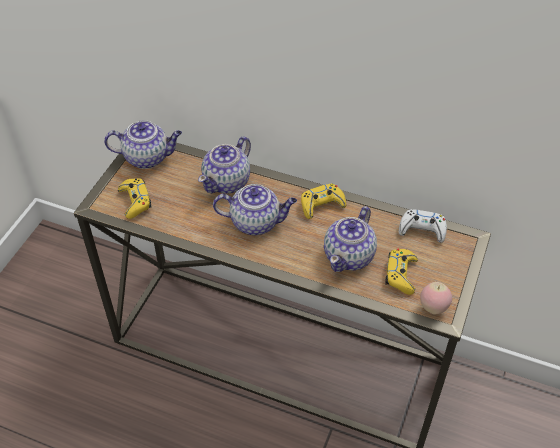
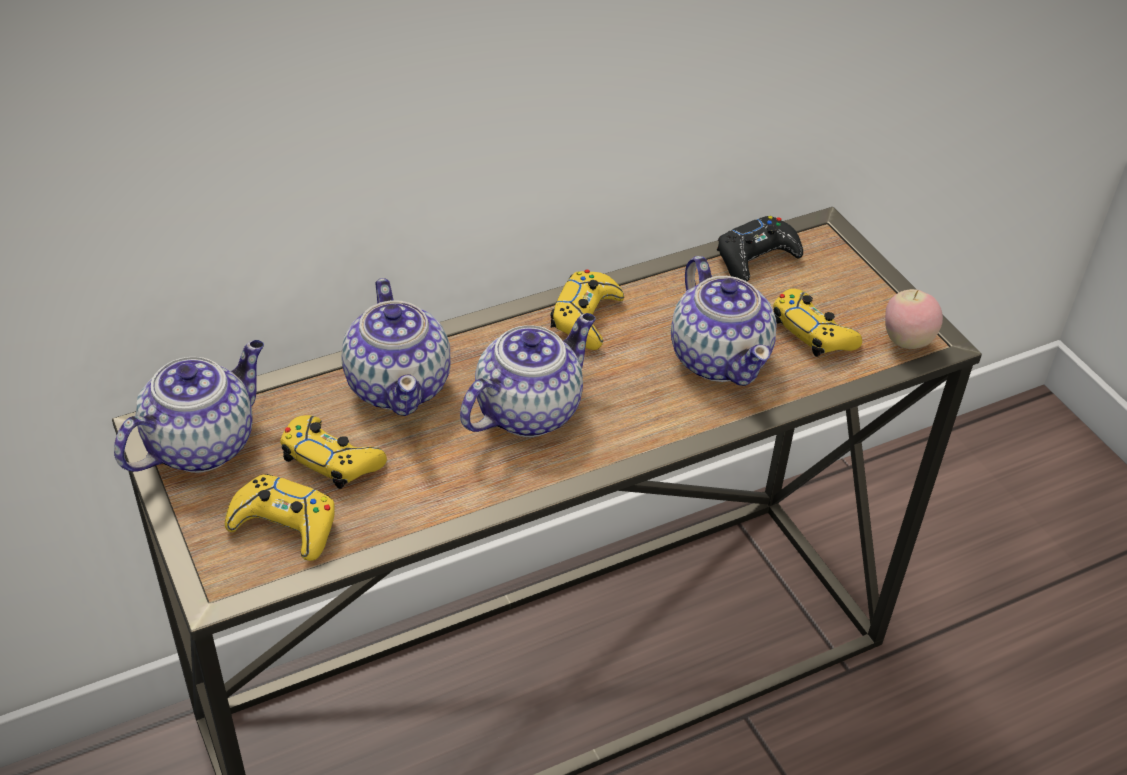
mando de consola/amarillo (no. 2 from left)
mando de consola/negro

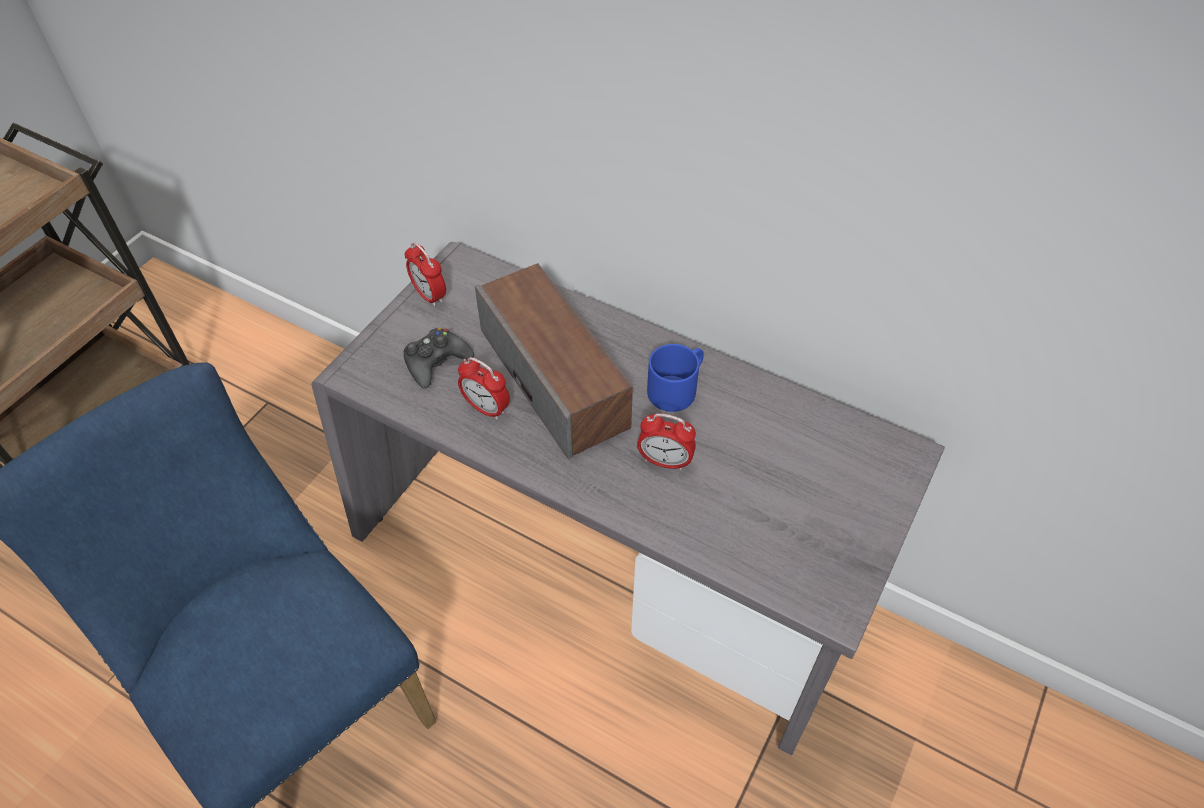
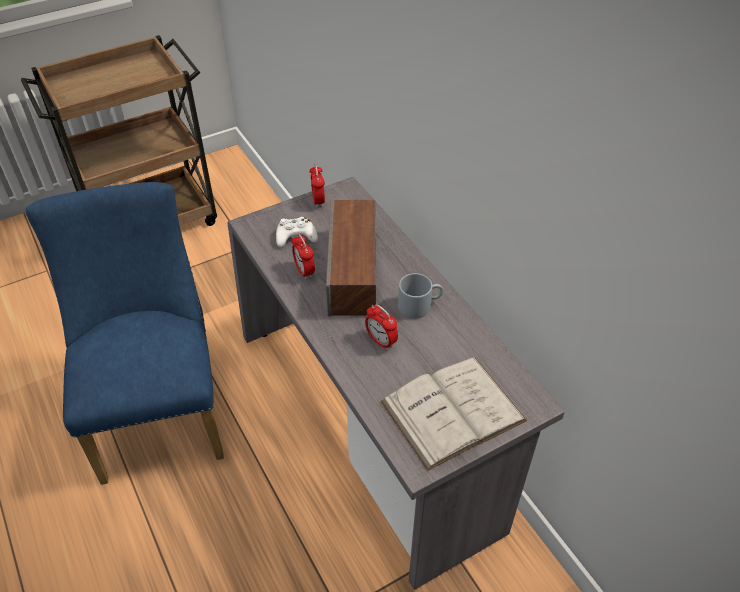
mando de consola/blanco
libro/blanco
taza grande/gris

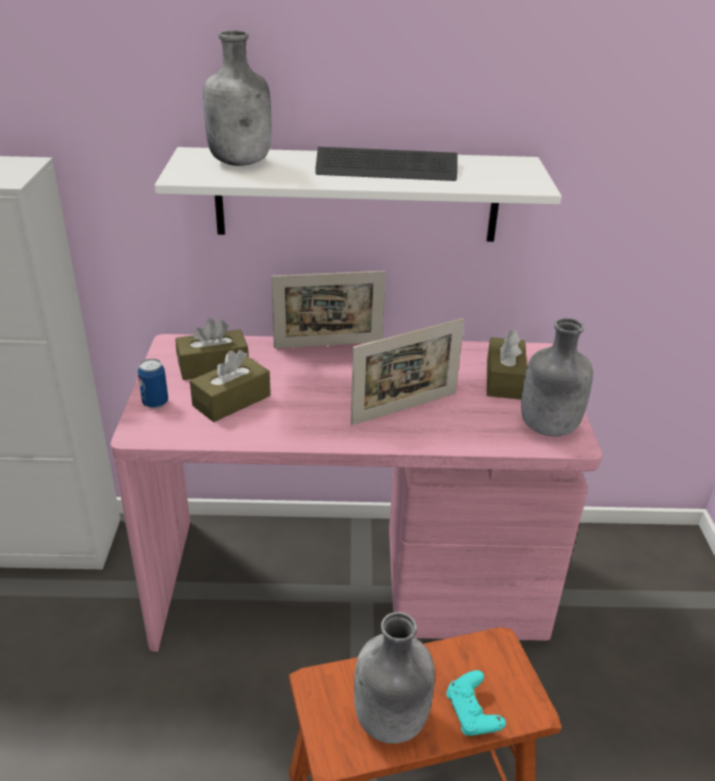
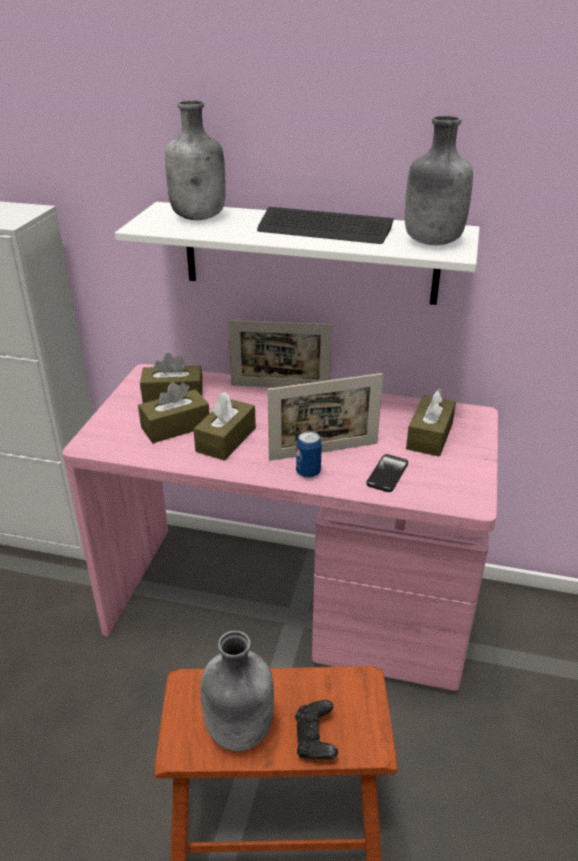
caja de pañuelos/marrón (no. 3 from left)
mando de consola/negro
lata
móvil
botella/gris (no. 3 from left)

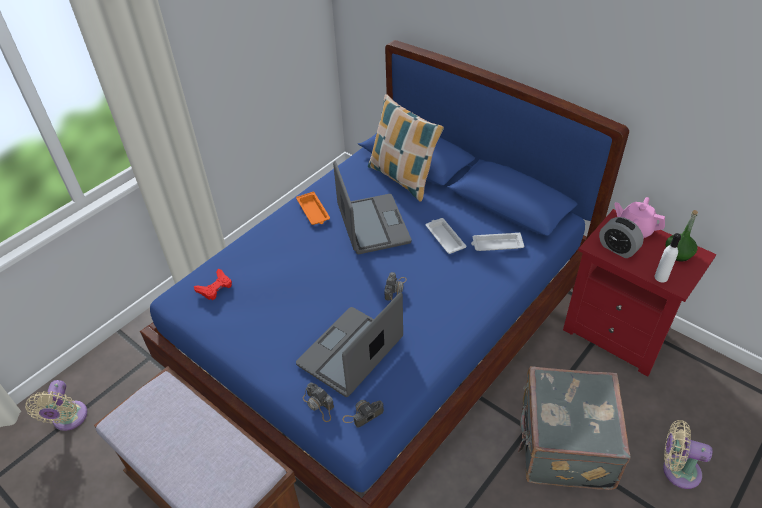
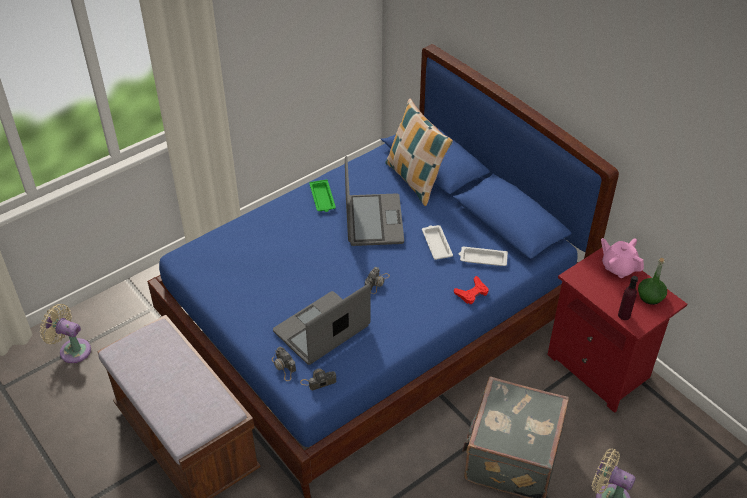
ventilador/beis (no. 1 from left)
bandeja/verde
mando de consola/rojo
botella/morado
despertador

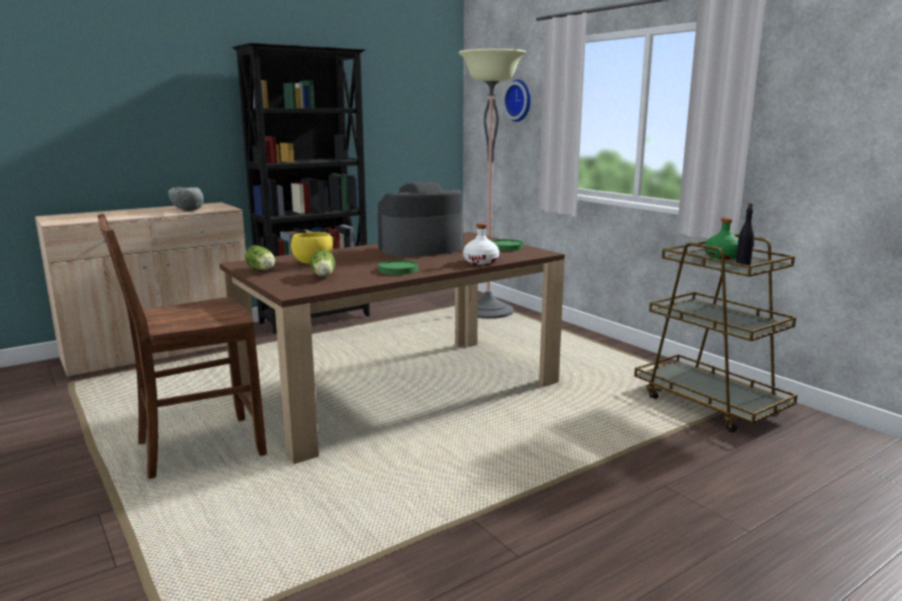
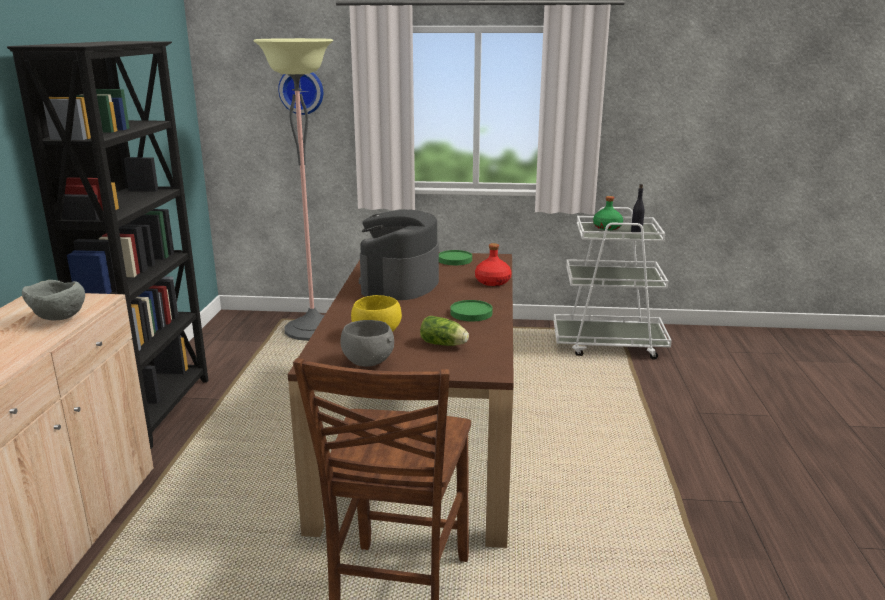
cuenco/gris (no. 2 from left)
botella/rojo
carrito/blanco

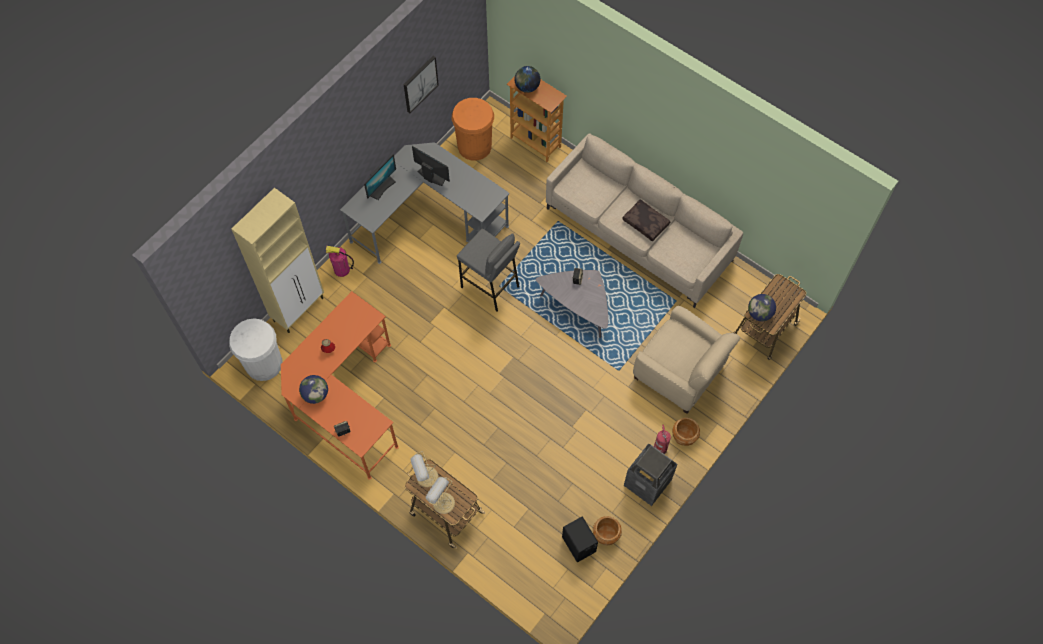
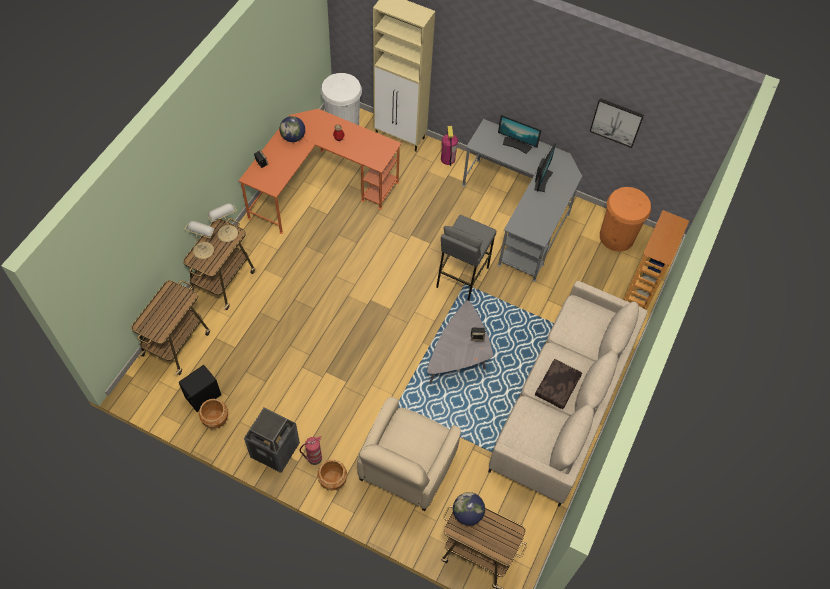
carrito (no. 1 from left)
globo terráqueo (no. 2 from left in the first image)

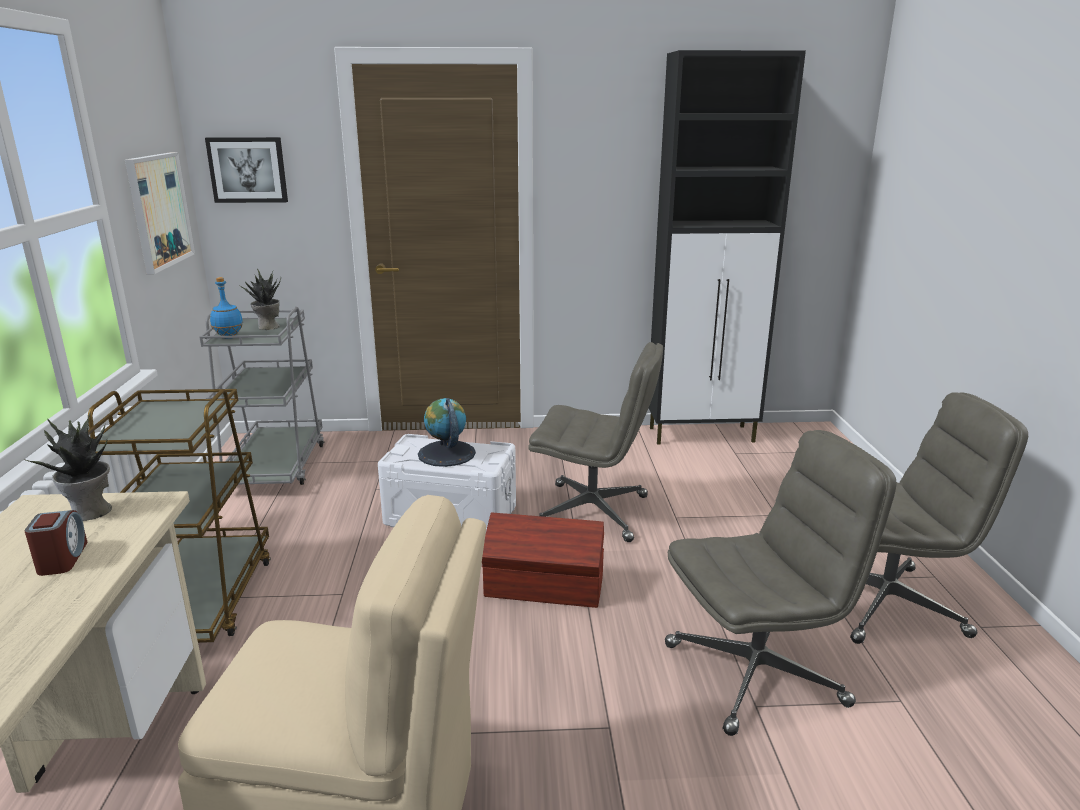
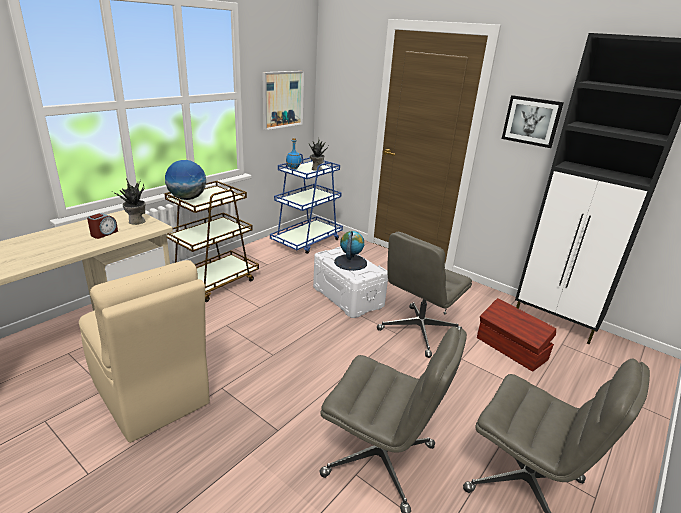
globo terráqueo (no. 1 from left)
carrito/azul
silla de oficina/gris (no. 2 from left)
caja de almacenaje/marrón
cuadro (no. 2 from left)

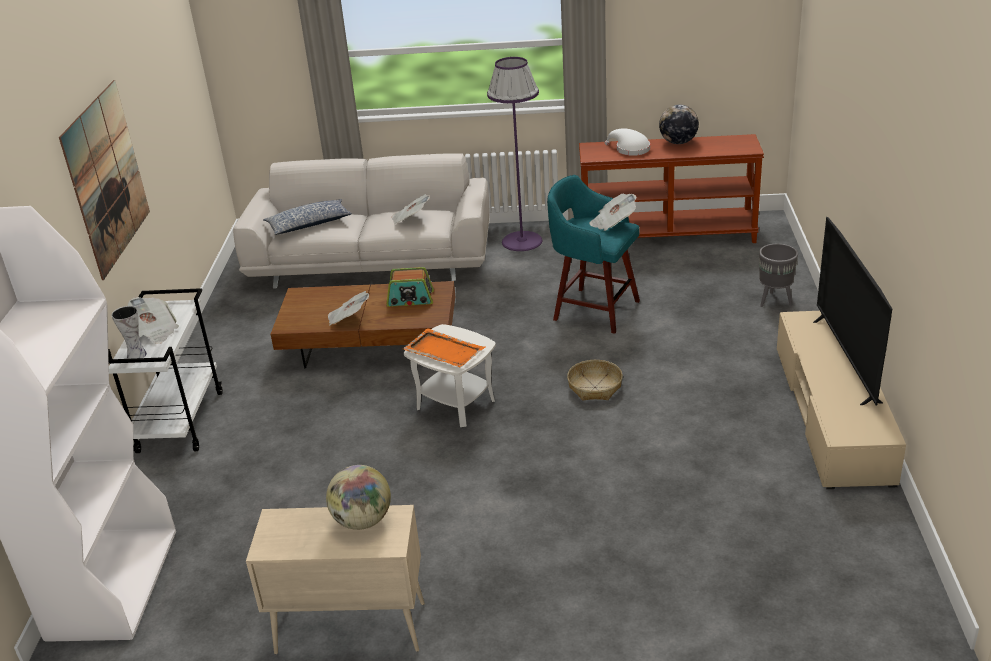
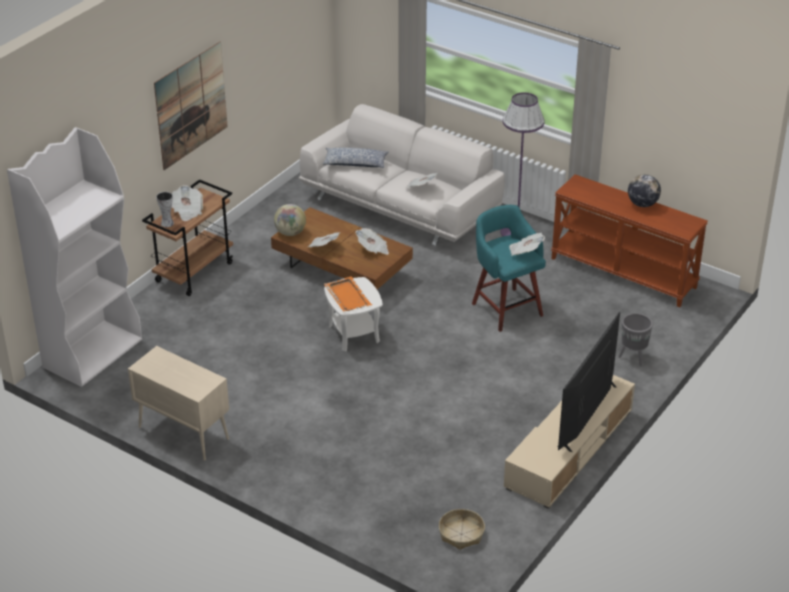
carrito/marrón
globo terráqueo (no. 1 from left)
periódico (no. 3 from left)
cesta
sombrero/blanco

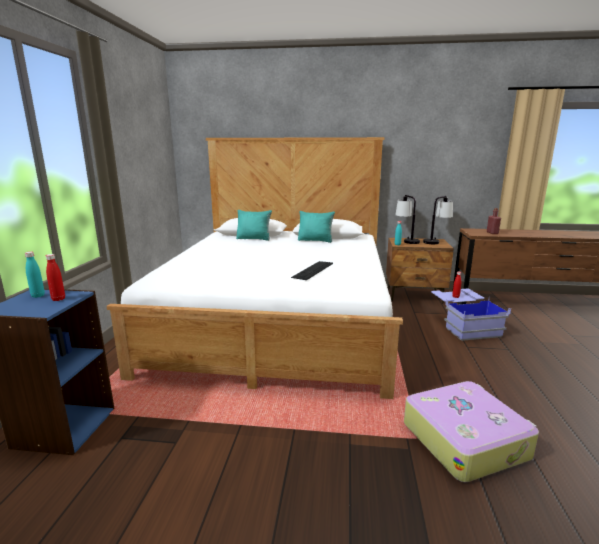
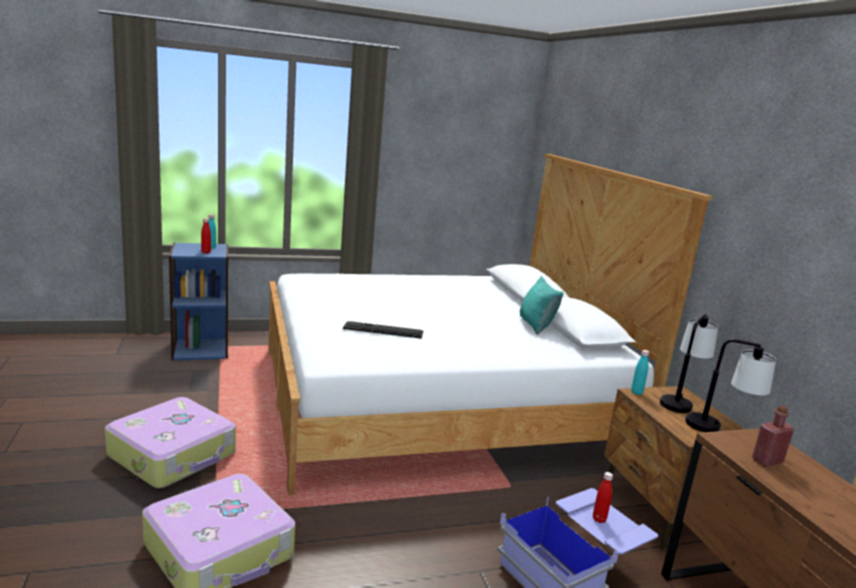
maleta (no. 1 from left)
cojín/turquesa (no. 1 from left in the first image)

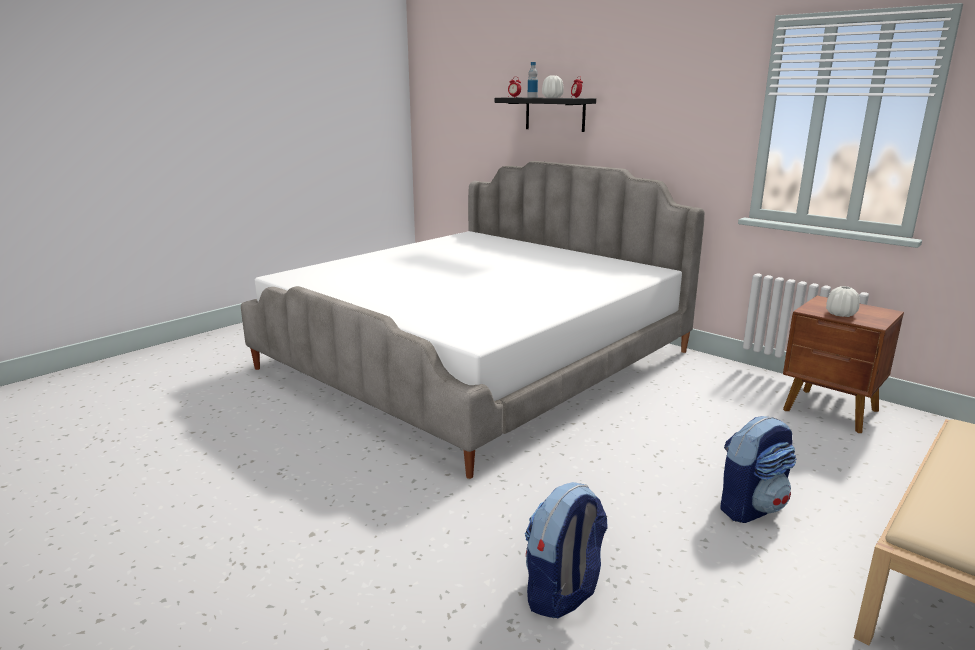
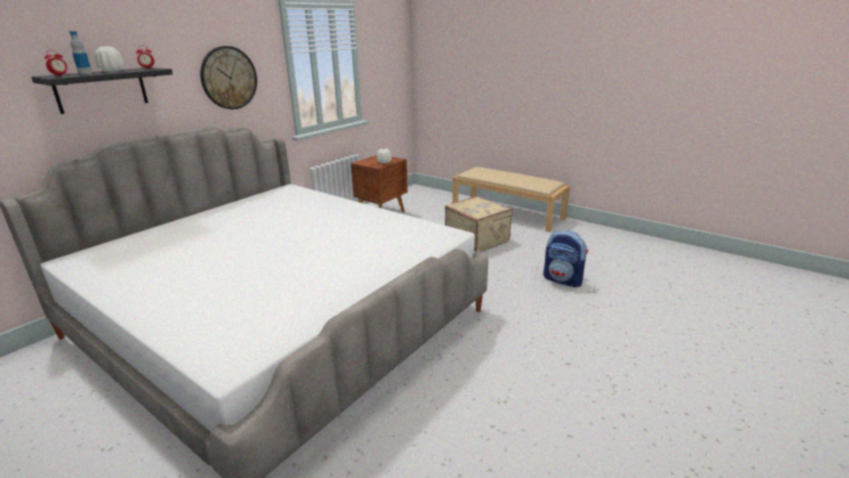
reloj de pared
maleta/beis

